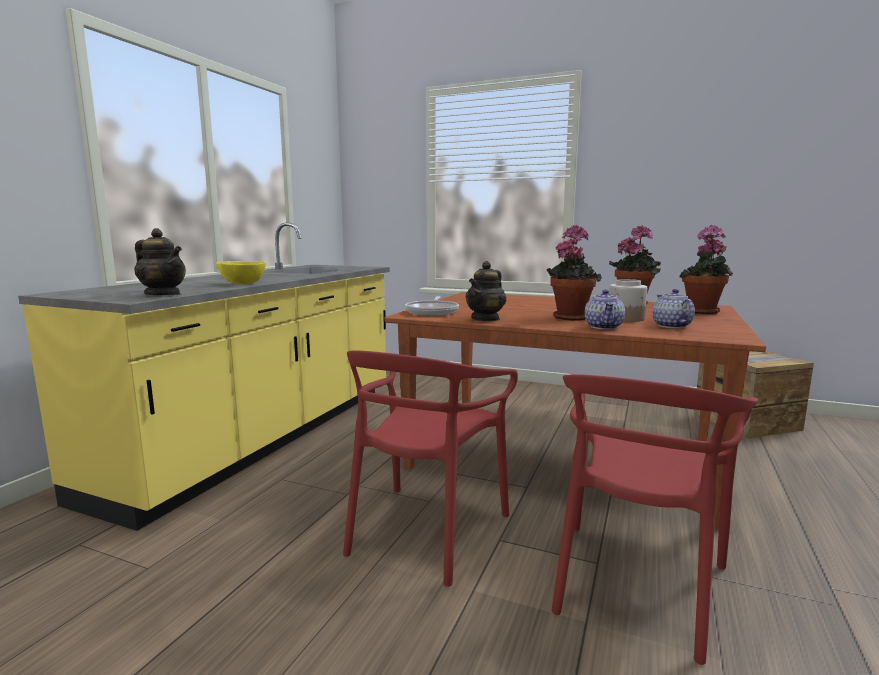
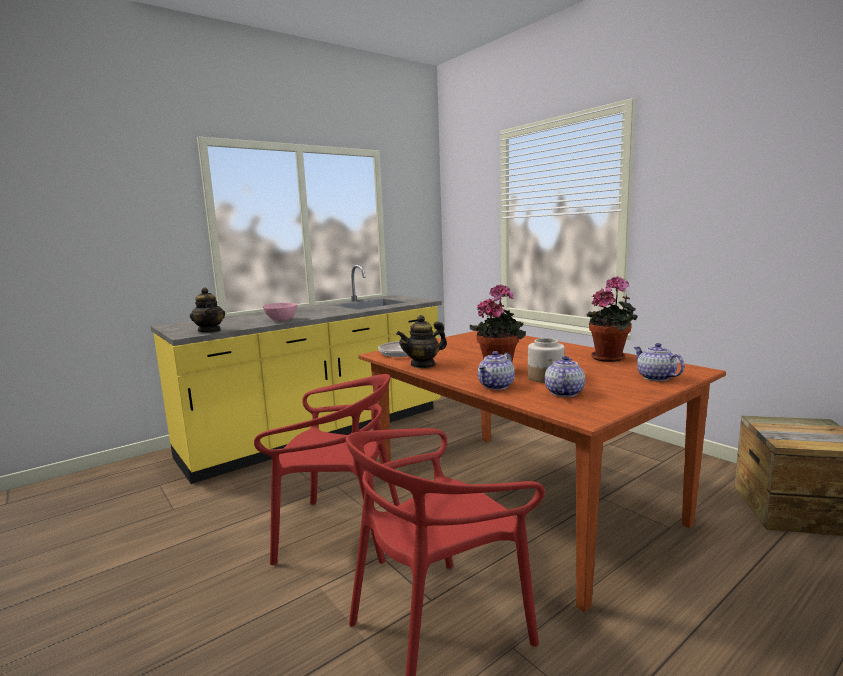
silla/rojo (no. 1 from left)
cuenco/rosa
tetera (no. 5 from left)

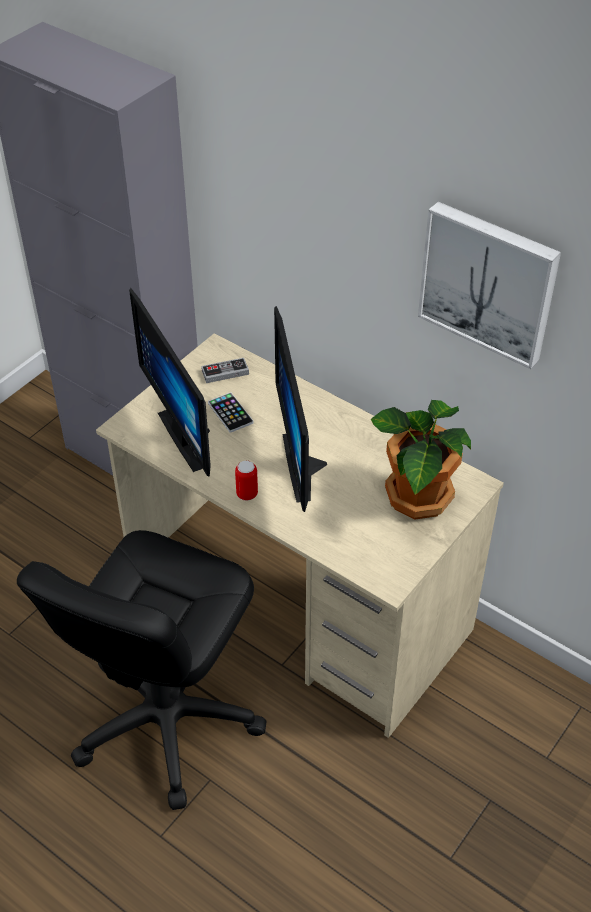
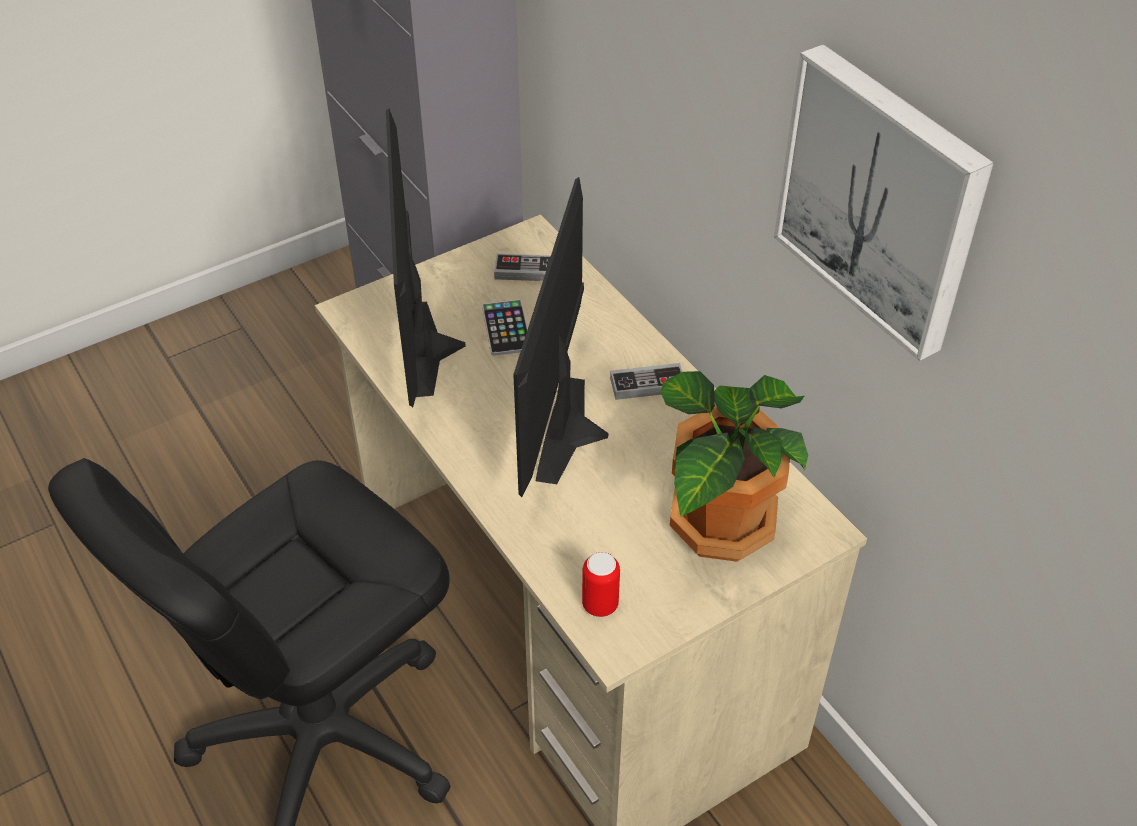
lata
mando de consola (no. 2 from left)

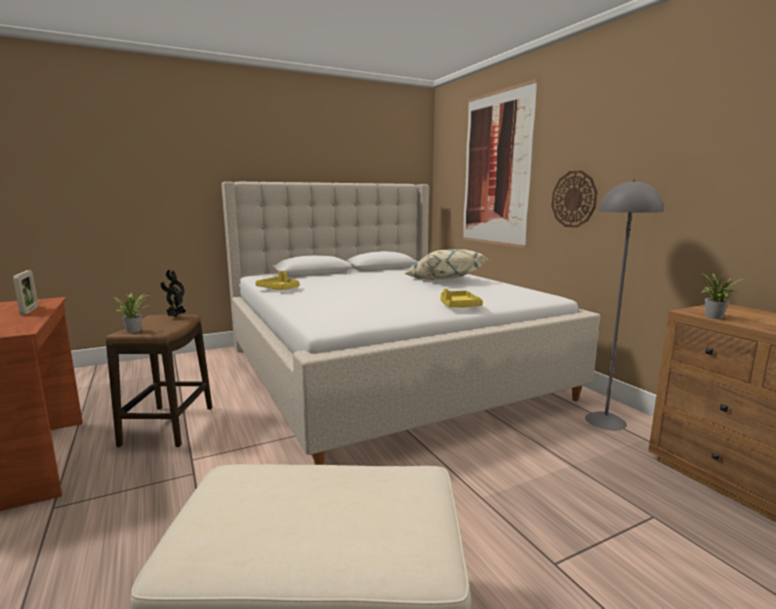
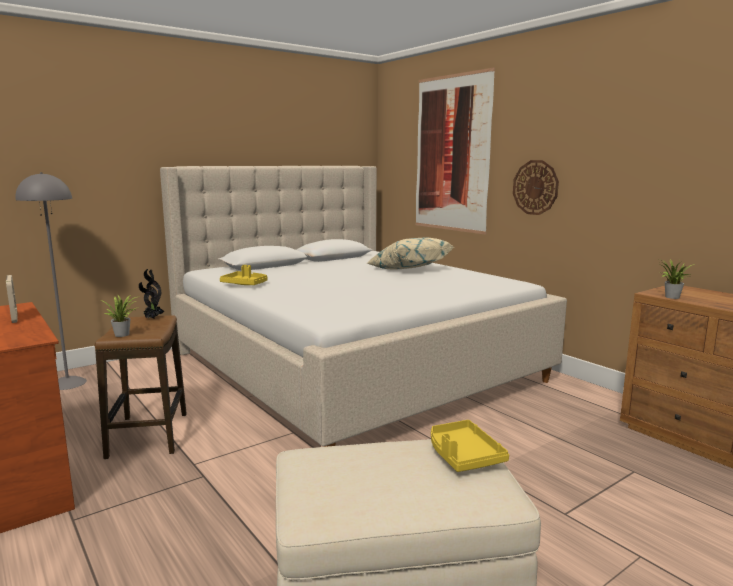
lámpara de pie/gris
bandeja/amarillo (no. 2 from left)

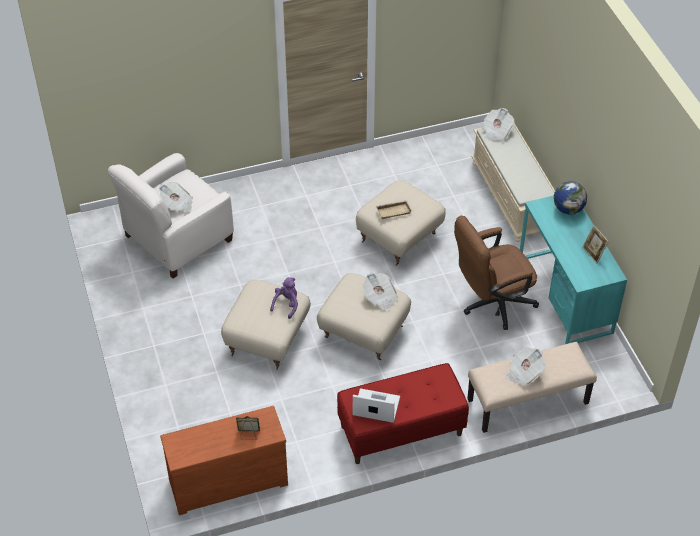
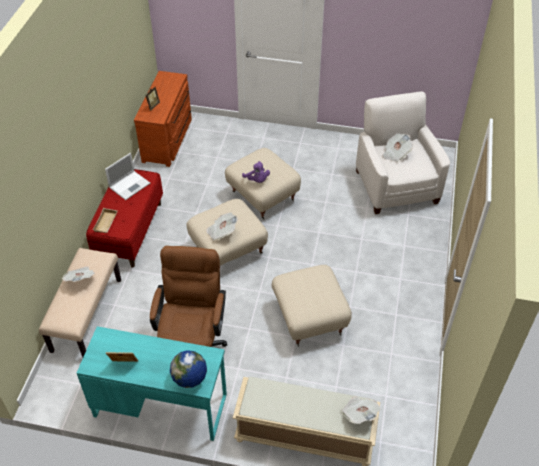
bandeja/beis

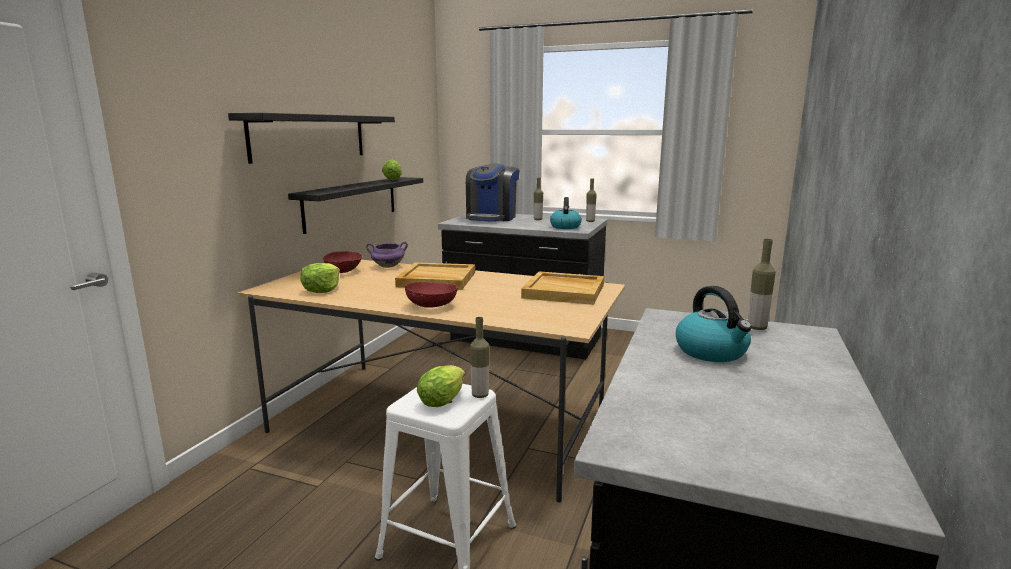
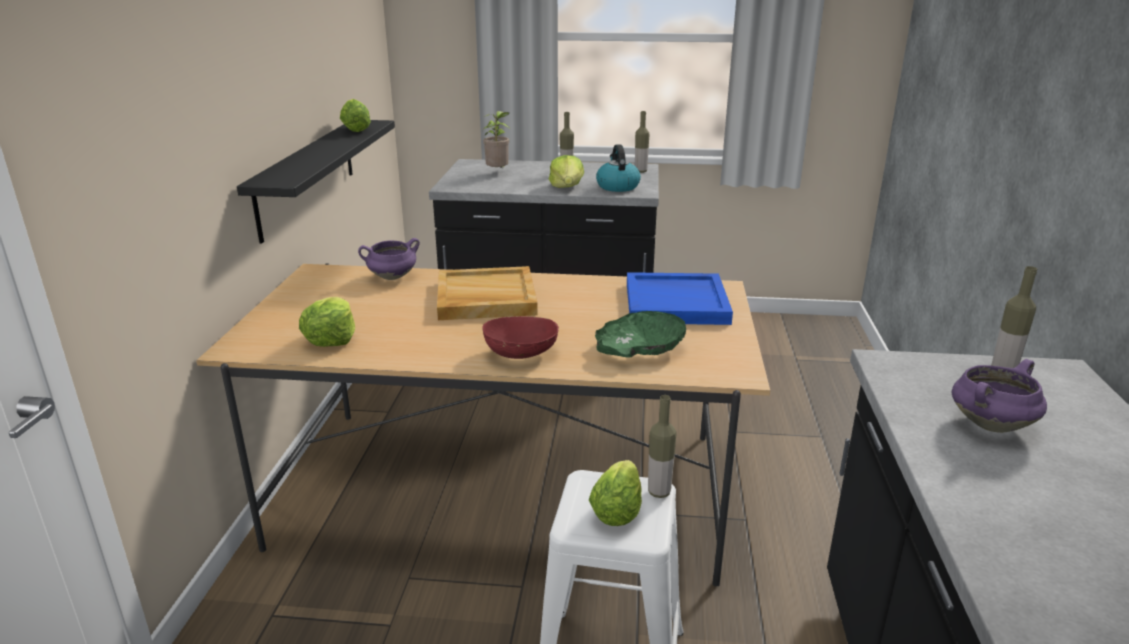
planta en maceta
lechuga (no. 3 from left)
cuenco/verde
bandeja/azul
olla/morado (no. 2 from left)
estante/negro (no. 1 from left in the first image)
cuenco/rojo (no. 1 from left in the first image)

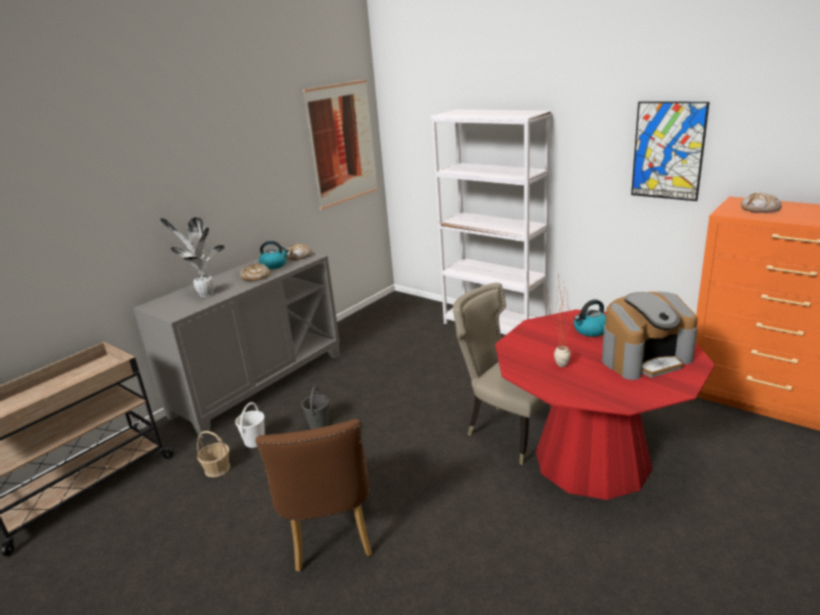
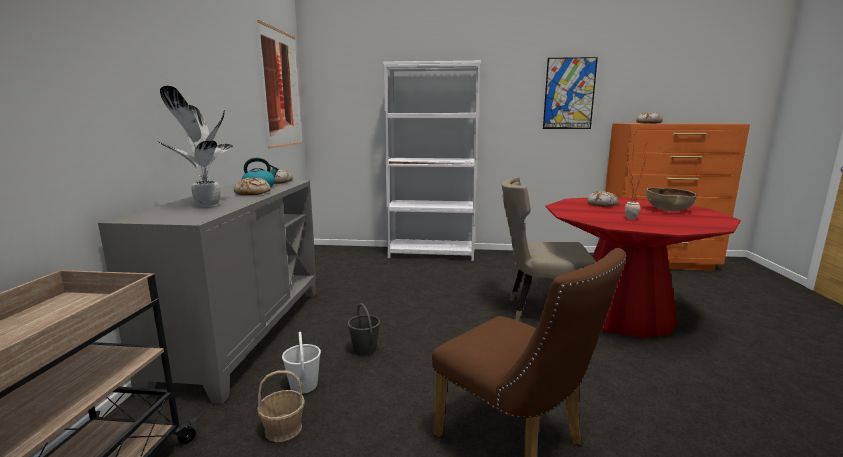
pan (no. 3 from left)
cuenco/marrón

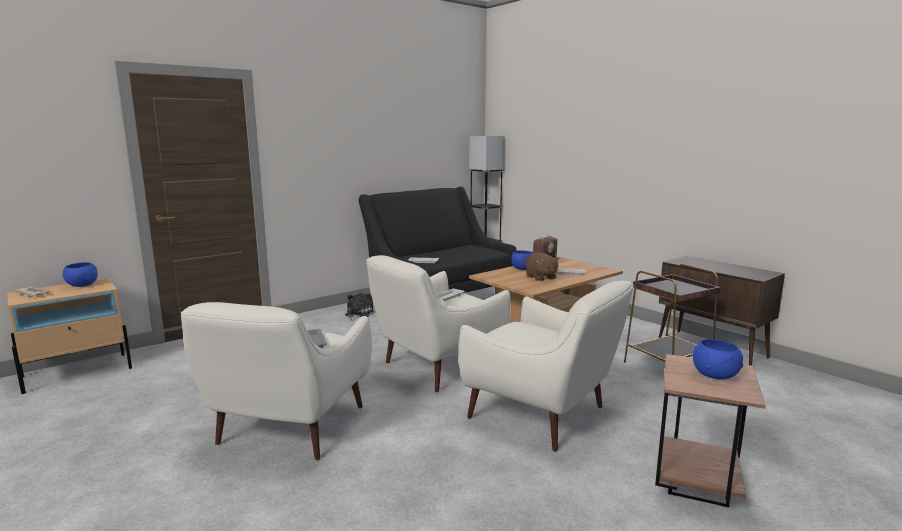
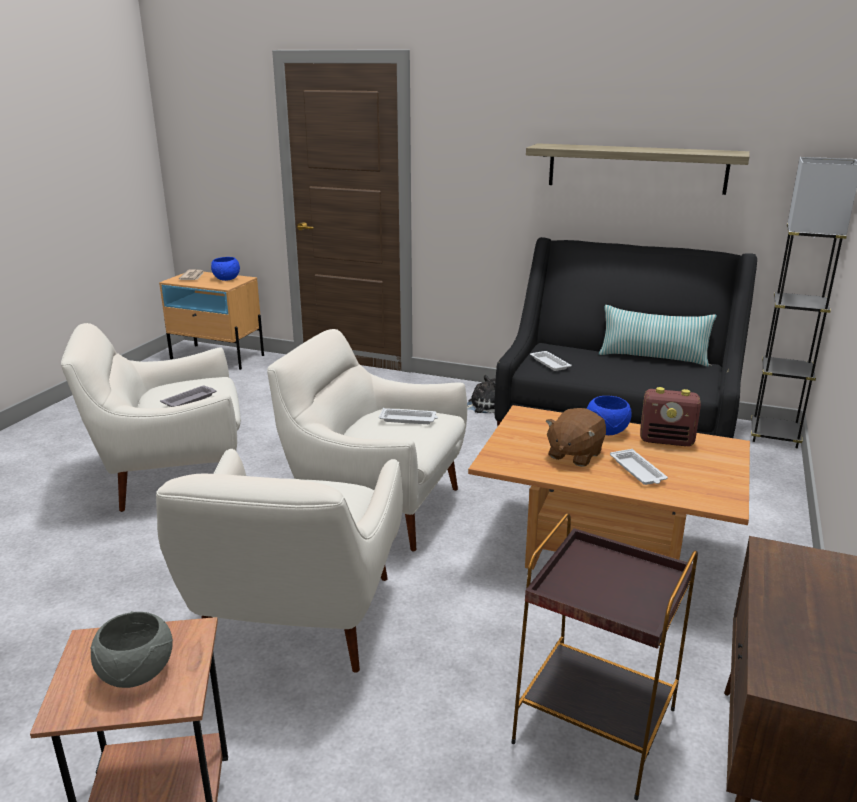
cuenco/gris
estante
cojín

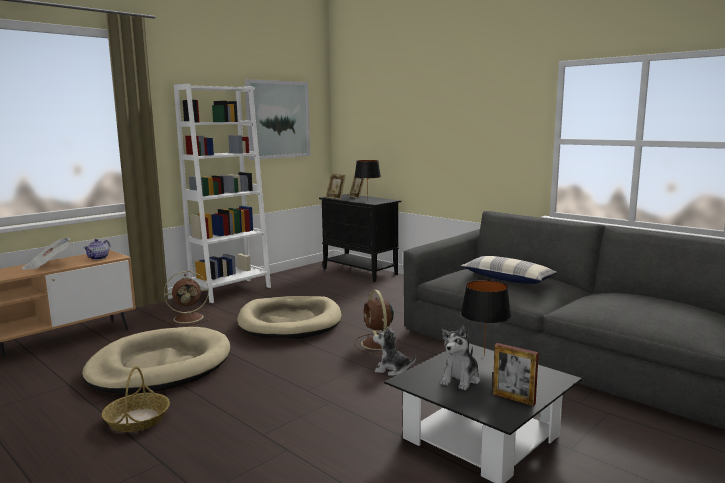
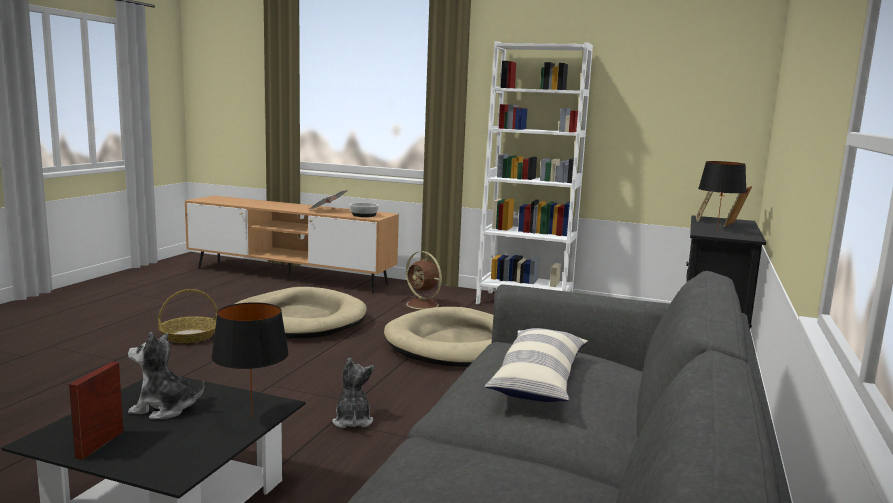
cuenco
cuadro
ventilador/marrón (no. 2 from left in the first image)

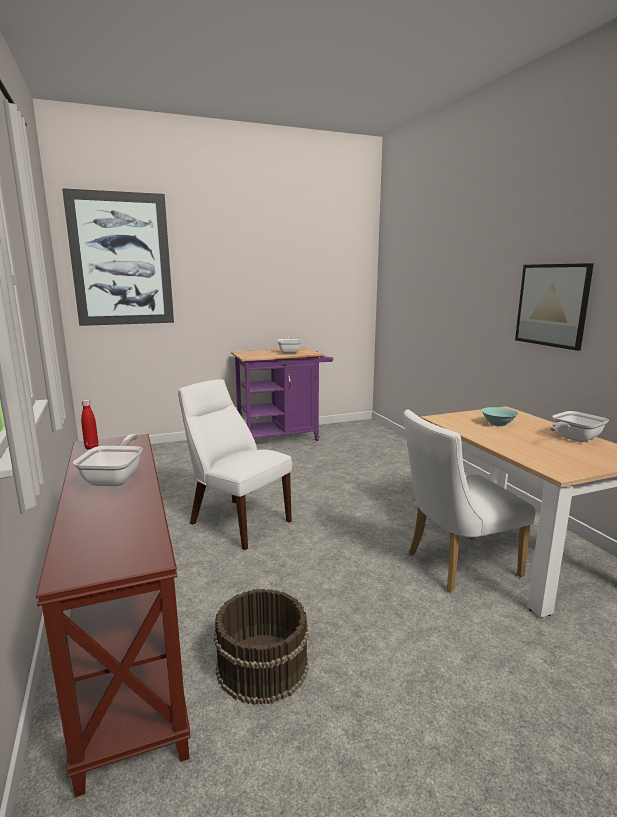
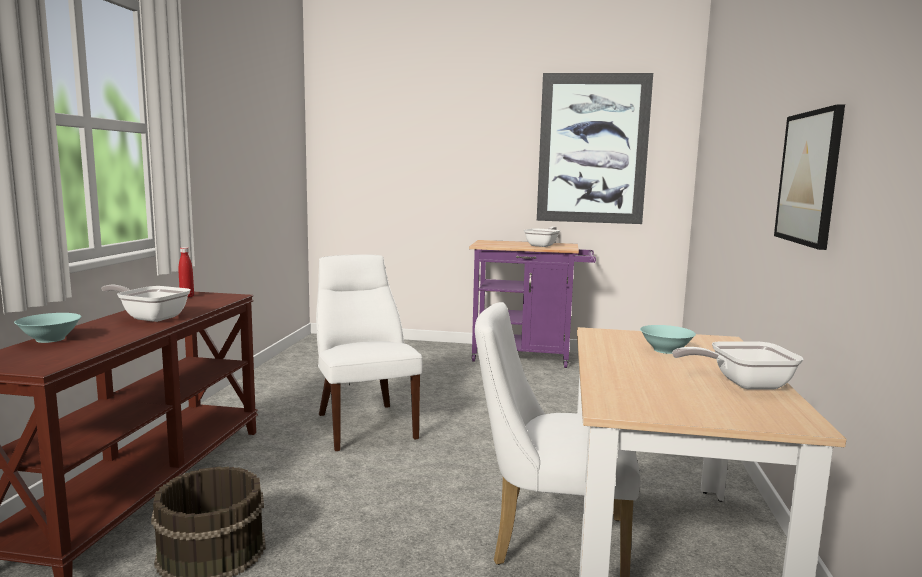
cuenco/turquesa (no. 1 from left)
sartén (no. 1 from left)
cuadro (no. 1 from left)

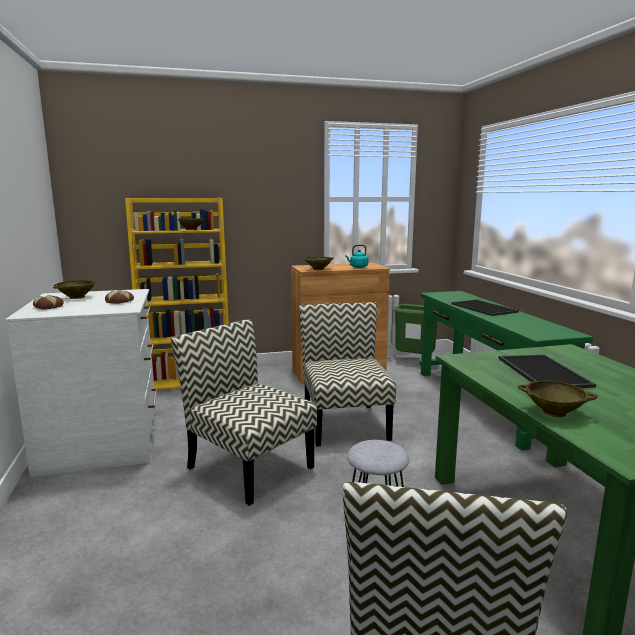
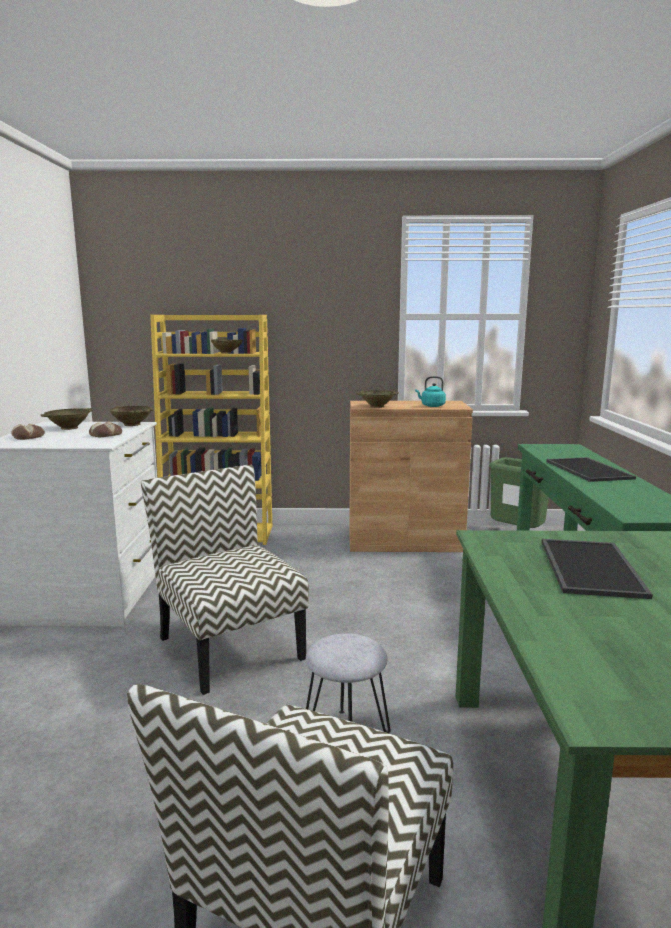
cuenco/beis (no. 2 from left)
silla (no. 2 from left in the first image)

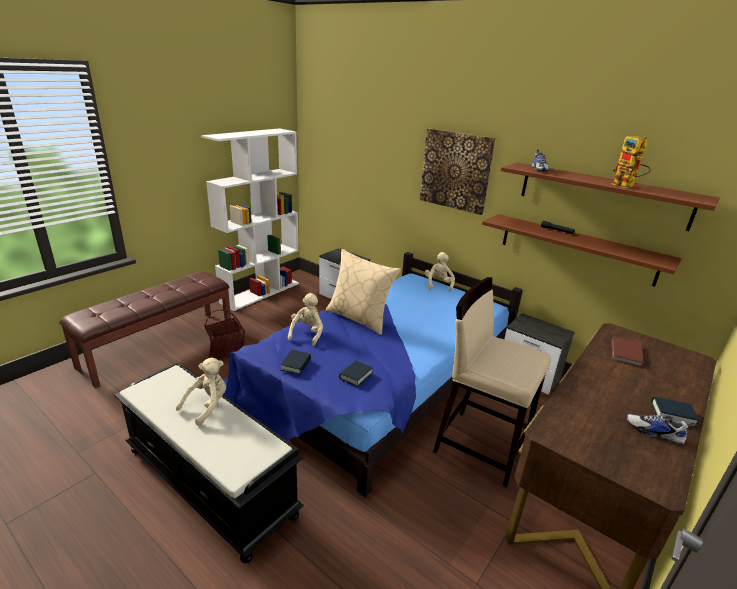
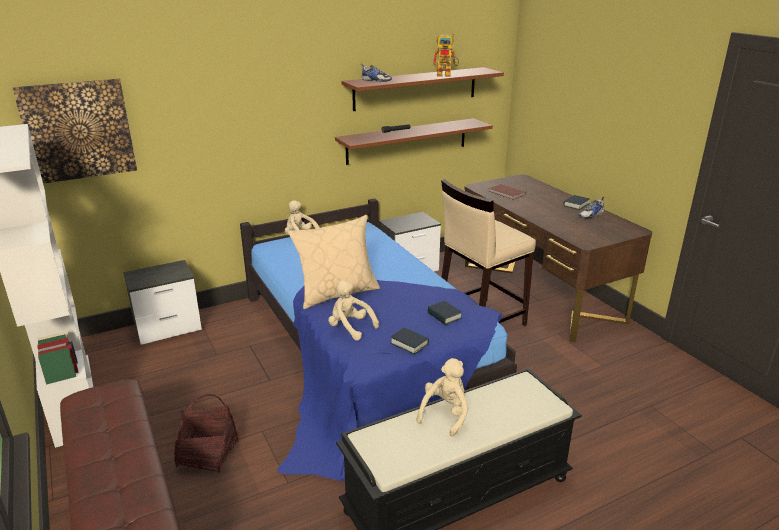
cuadro
peluche/beis (no. 3 from left)

